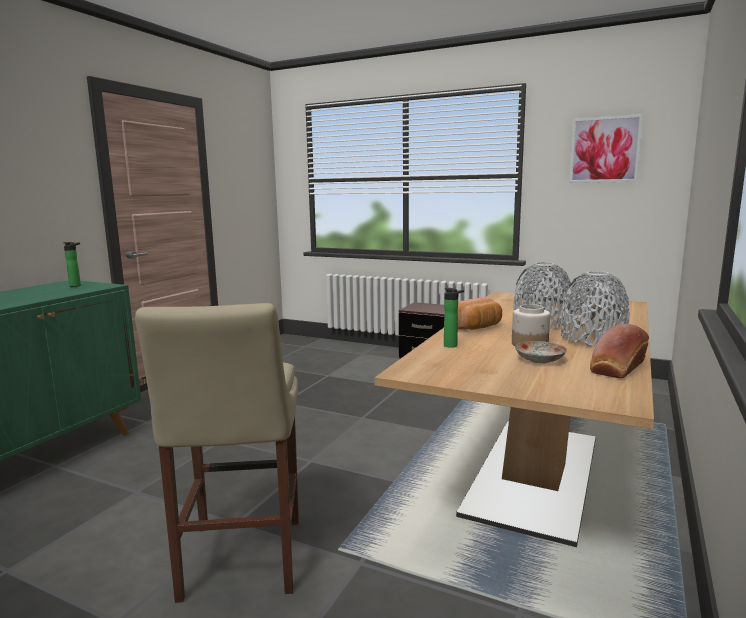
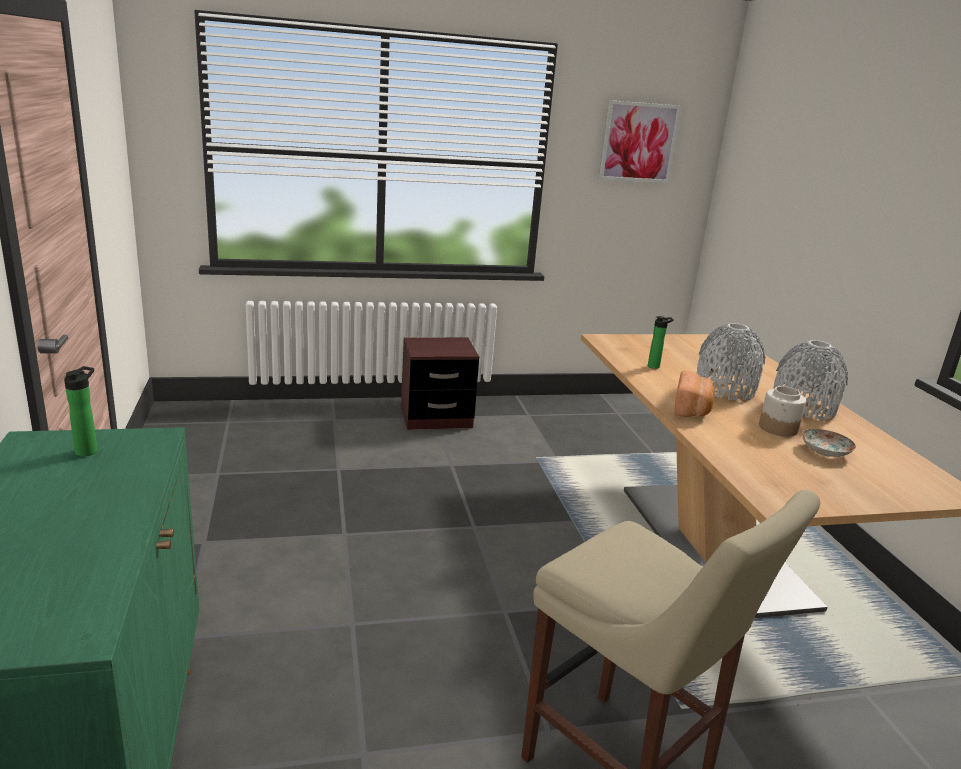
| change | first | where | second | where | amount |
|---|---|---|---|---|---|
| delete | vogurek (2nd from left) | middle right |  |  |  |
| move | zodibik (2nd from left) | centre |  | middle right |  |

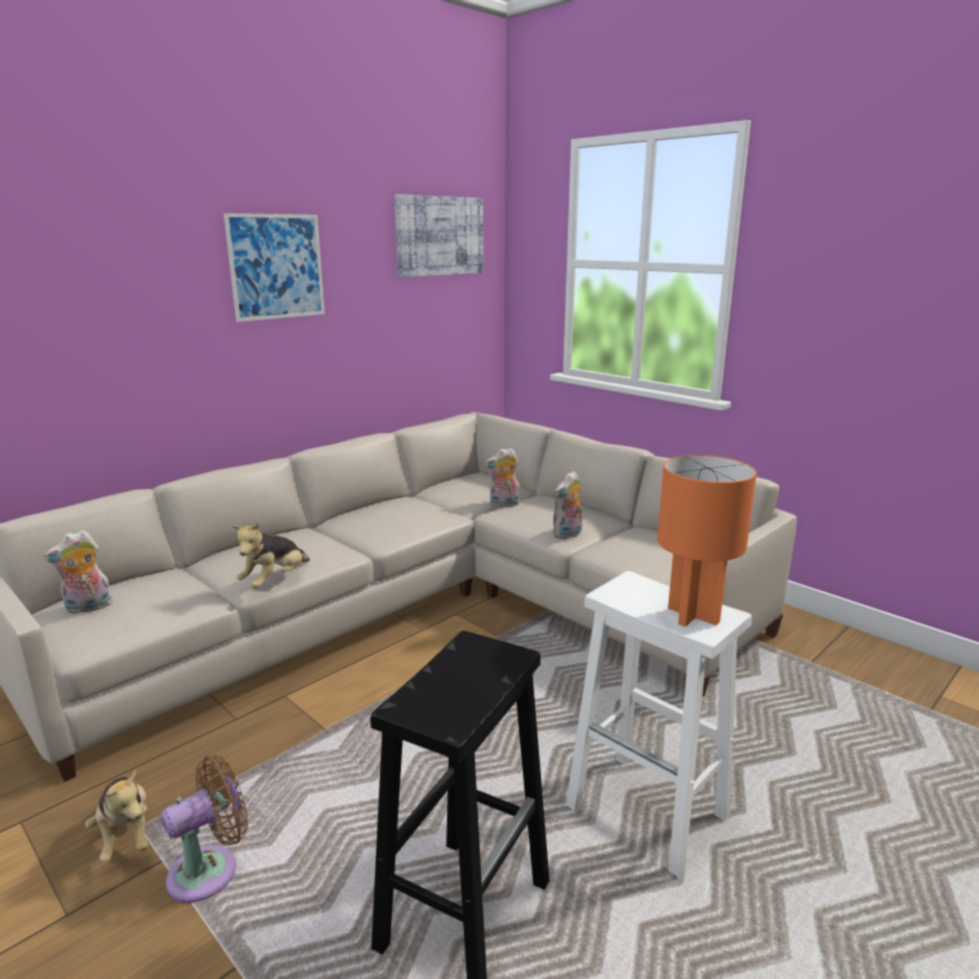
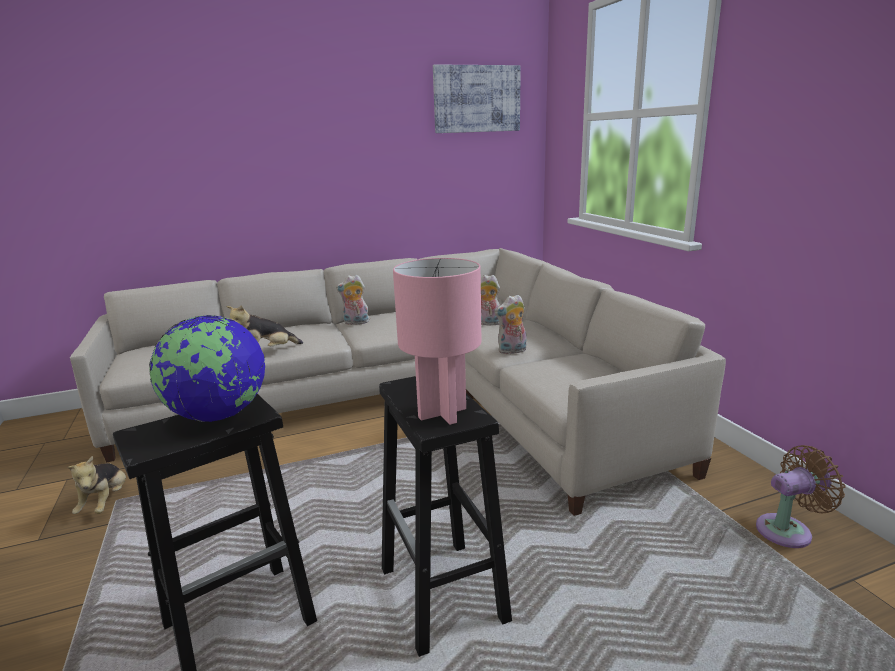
| change | first | where | second | where | amount |
|---|---|---|---|---|---|
| delete | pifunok (1st from left) | top left |  |  |  |
| insert |  |  | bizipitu | middle left |  |
| move | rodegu (1st from left in the first image) | middle left | rodegu (3rd from left) | centre |  |
| move | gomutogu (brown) | bottom left |  | bottom right |  |
| recolor | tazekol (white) | bottom right | tazekol (black) (2nd from left) | bottom centre |  |
| recolor | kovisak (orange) | middle right | kovisak (pink) | centre |  |

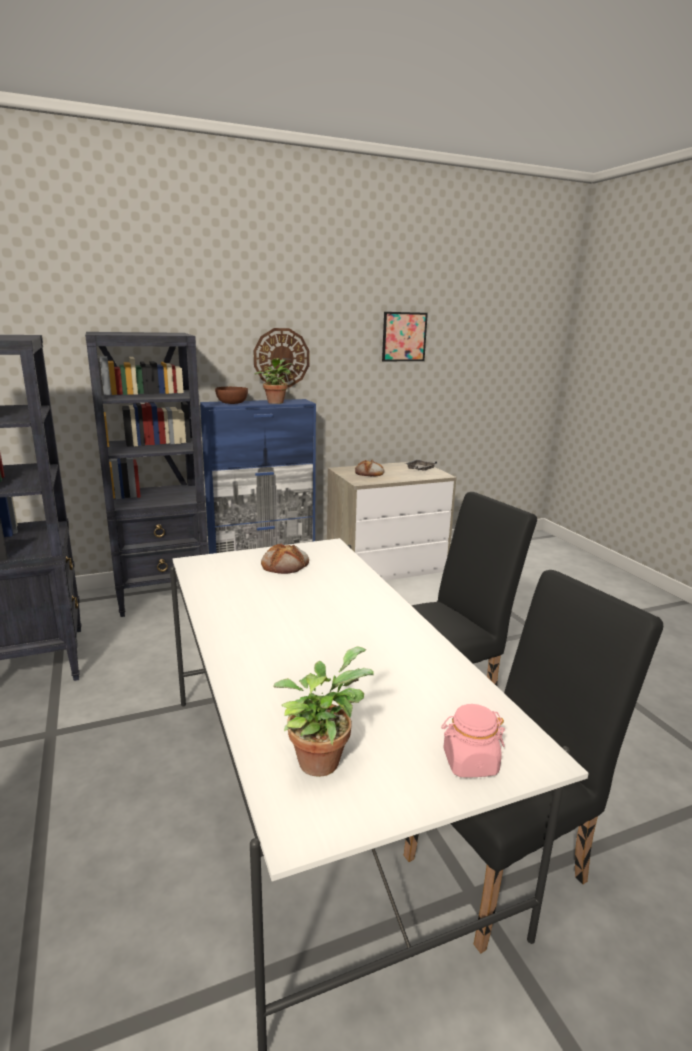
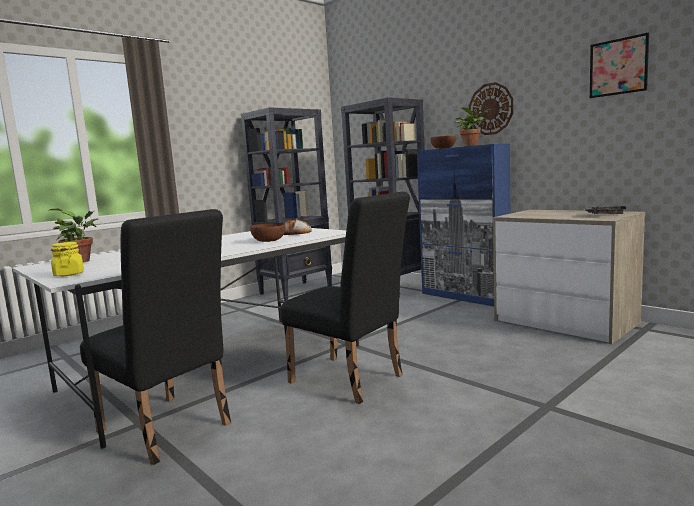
| change | first | where | second | where | amount |
|---|---|---|---|---|---|
| delete | vogurek (2nd from left) | centre |  |  |  |
| insert |  |  | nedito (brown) (1st from left) | centre |  |
| recolor | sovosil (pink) | bottom right | sovosil (yellow) | middle left |  |

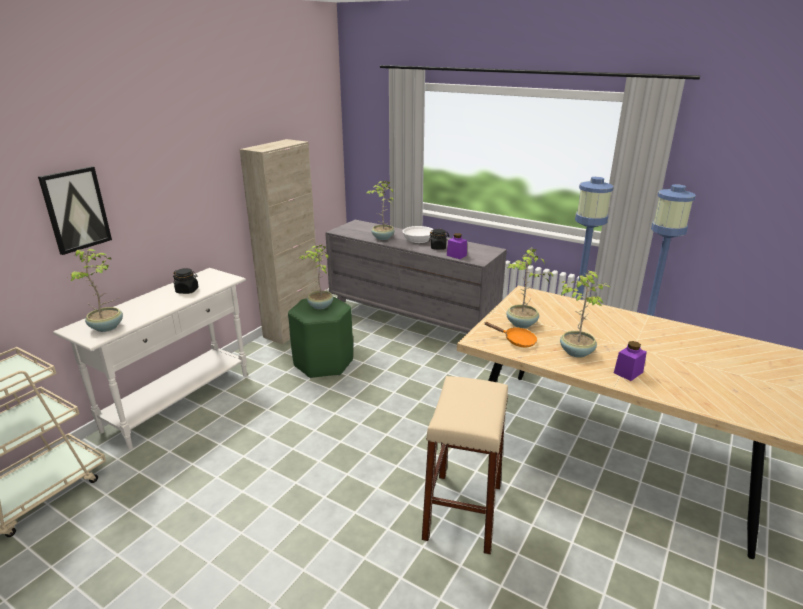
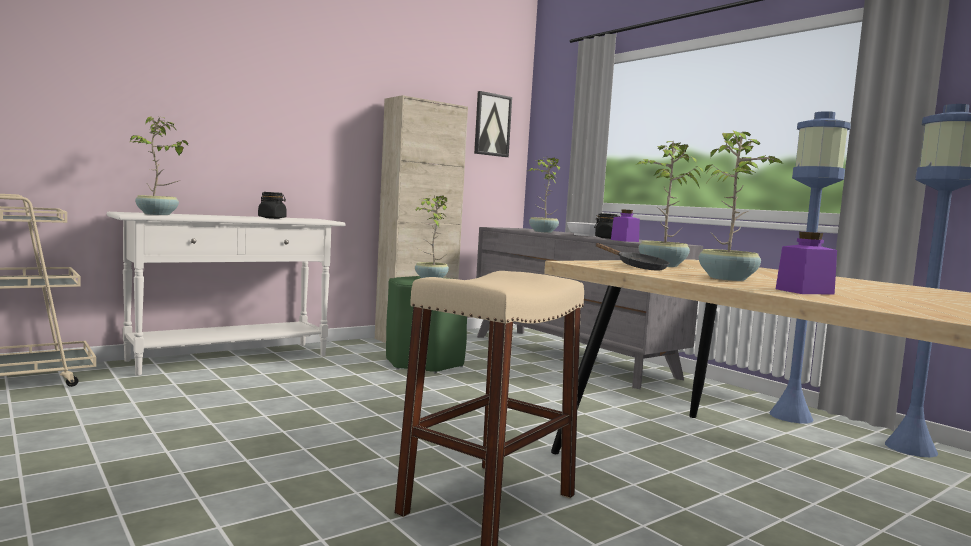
| change | first | where | second | where | amount |
|---|---|---|---|---|---|
| move | pifunok | middle left |  | top centre |  |
| recolor | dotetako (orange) | centre | dotetako (black) | centre |  |

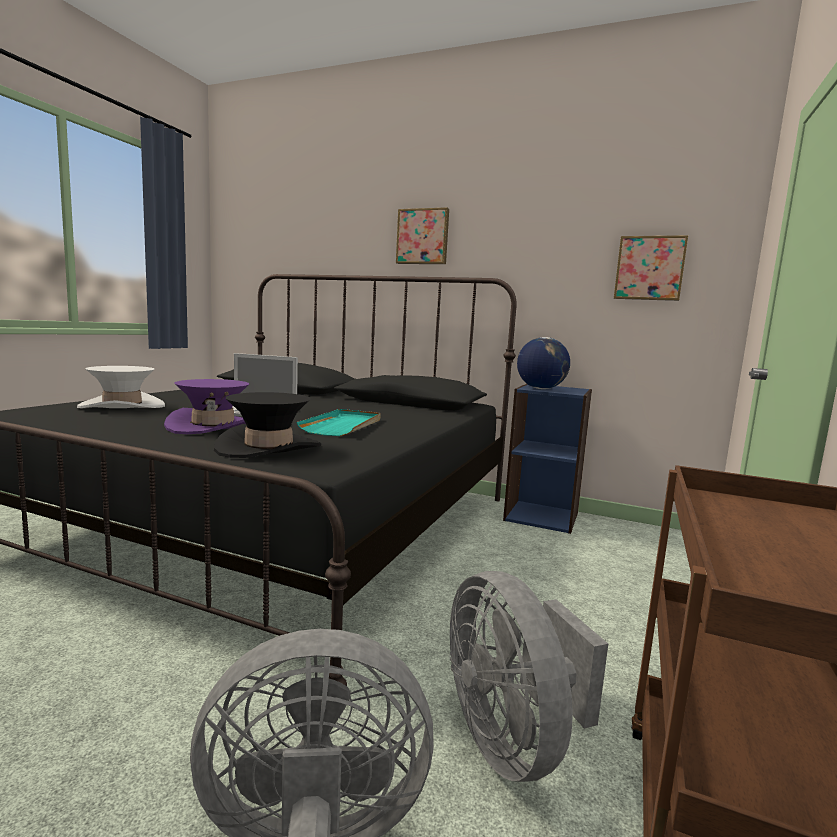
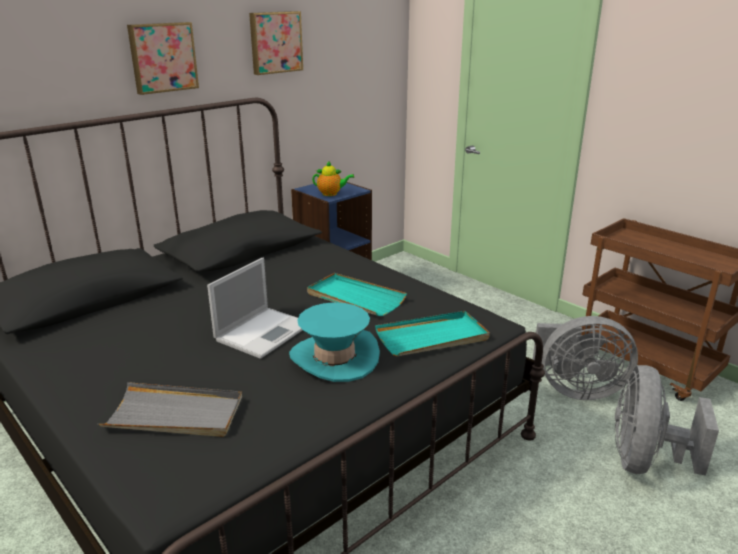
| change | first | where | second | where | amount |
|---|---|---|---|---|---|
| move | pifunok (2nd from left) | top right |  | top centre |  |
| replace | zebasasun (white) | middle left | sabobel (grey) | bottom left |  |
| replace | zebasasun (black) | middle left | sabobel (turquoise) (2nd from left) | centre |  |
| replace | bizipitu | centre | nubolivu | top centre |  |
| recolor | zebasasun (purple) | middle left | zebasasun (turquoise) | centre |  |

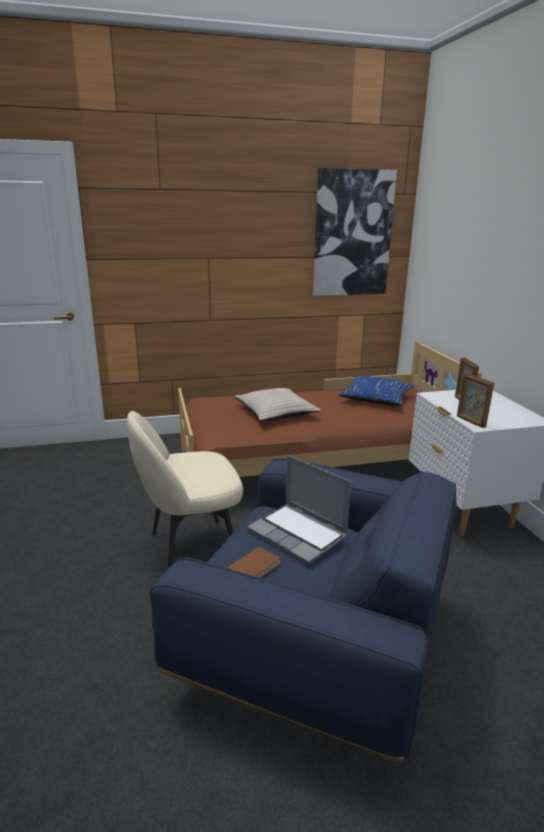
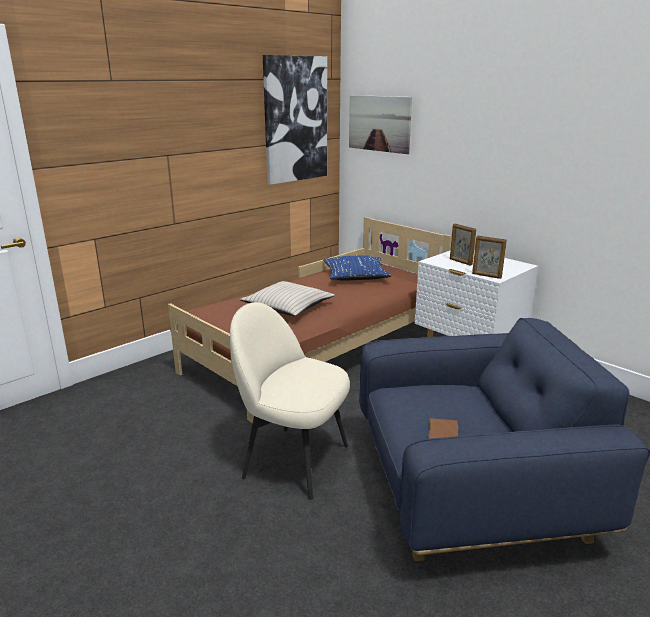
| change | first | where | second | where | amount |
|---|---|---|---|---|---|
| delete | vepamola | centre |  |  |  |
| insert |  |  | pifunok (2nd from left) | top centre |  |
| rotate | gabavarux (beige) | centre |  | centre | 75 degrees clockwise |

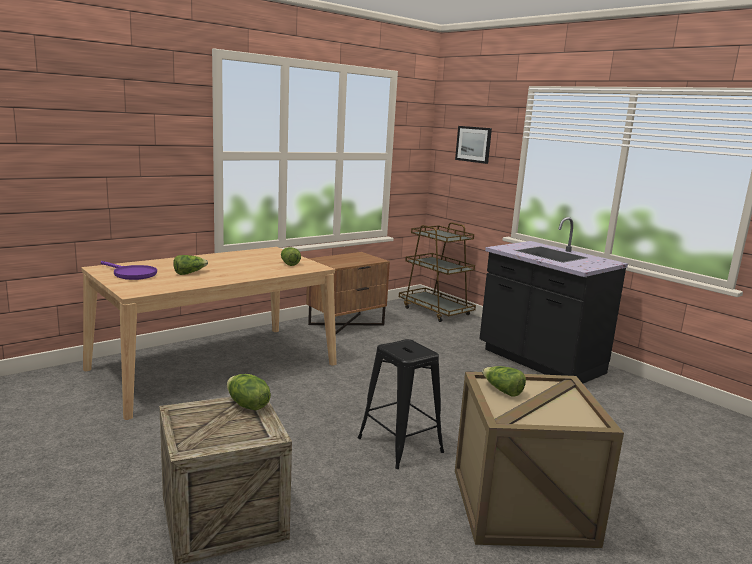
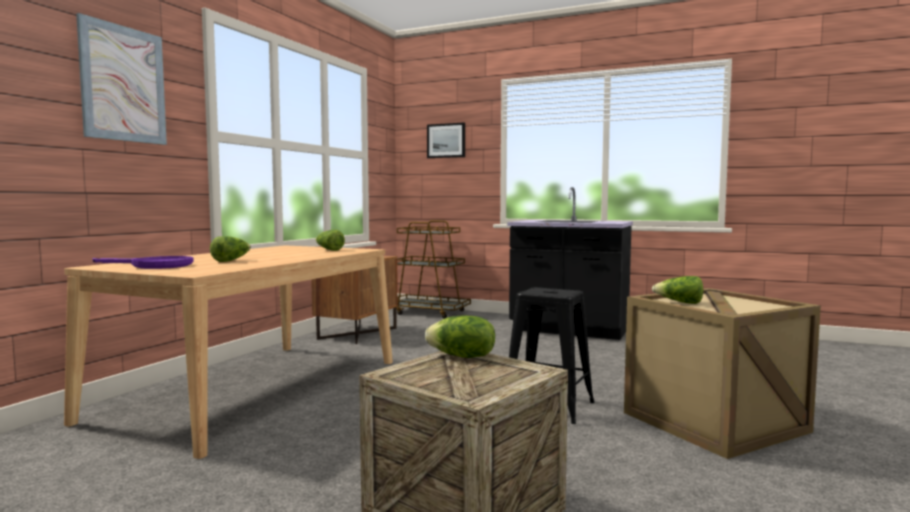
| change | first | where | second | where | amount |
|---|---|---|---|---|---|
| insert |  |  | pifunok (1st from left) | top left |  |

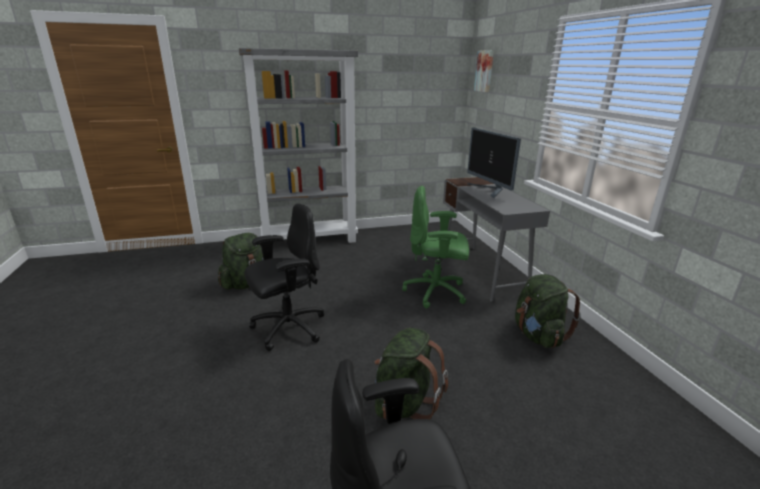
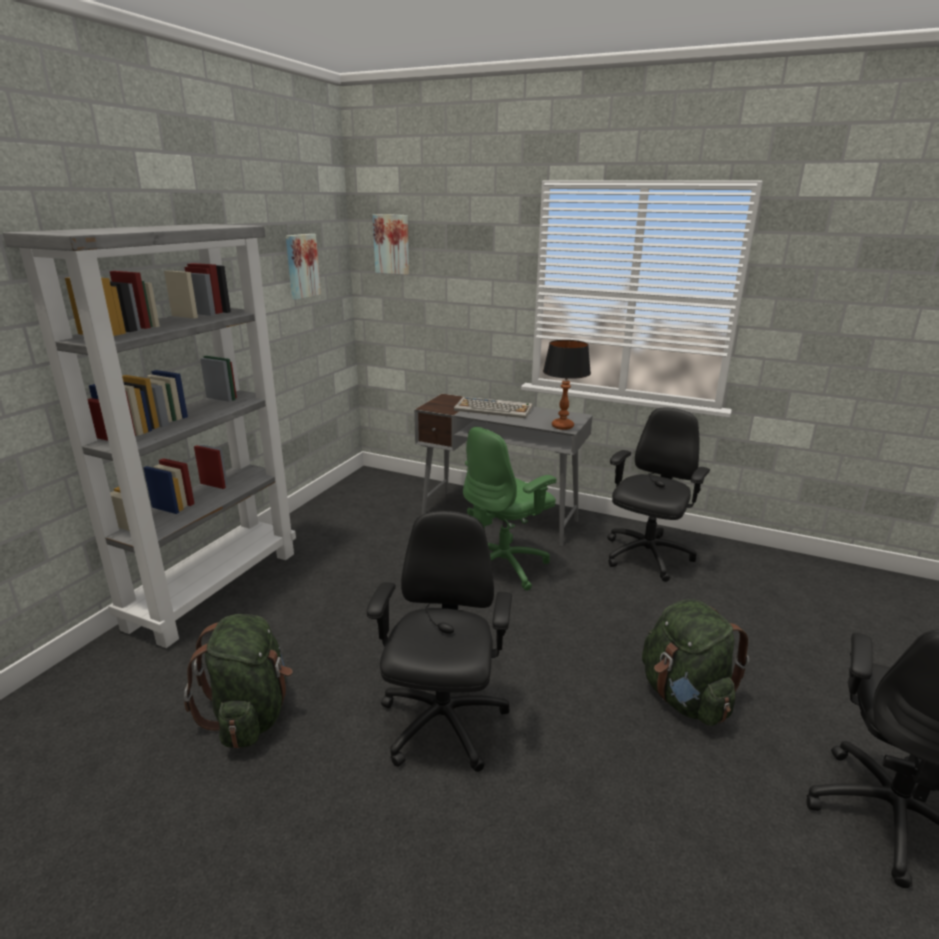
| change | first | where | second | where | amount |
|---|---|---|---|---|---|
| insert |  |  | pifunok (1st from left) | top left |  |
| insert |  |  | kovisak | centre |  |
| replace | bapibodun | top centre | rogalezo | centre |  |
| replace | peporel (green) (3rd from left) | middle right | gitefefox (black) (2nd from left) | middle right |  |

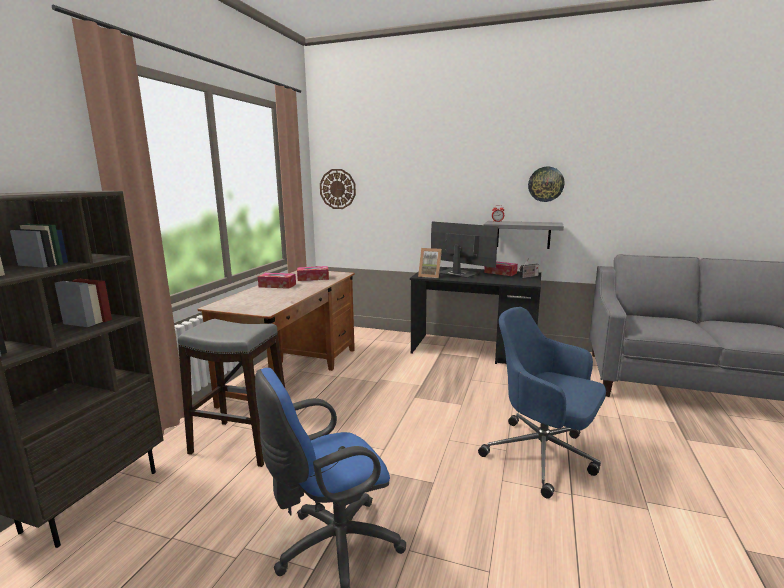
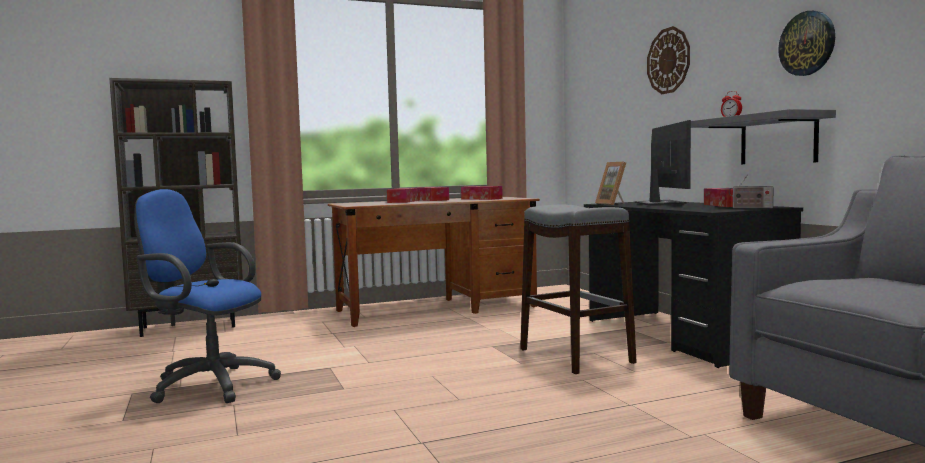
| change | first | where | second | where | amount |
|---|---|---|---|---|---|
| delete | gitefefox (blue) (2nd from left) | bottom right |  |  |  |
| insert |  |  | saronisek (1st from left) | centre |  |
| move | tazekol (grey) | bottom left |  | centre |  |
| move | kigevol (1st from left) | top centre |  | top right |  |

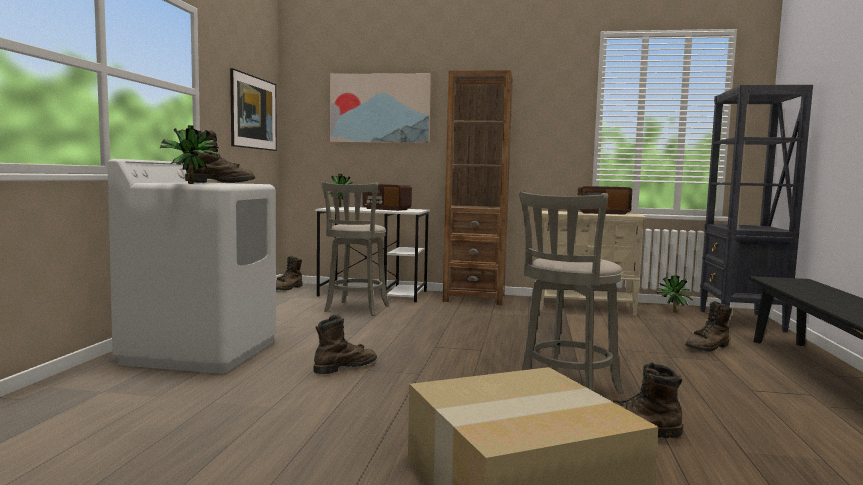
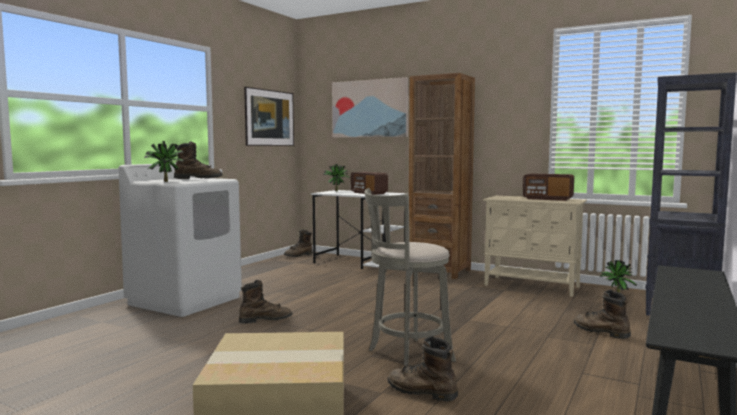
| change | first | where | second | where | amount |
|---|---|---|---|---|---|
| delete | tazekol (grey) (1st from left) | centre |  |  |  |
| rotate | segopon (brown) (5th from left) | bottom right |  | bottom right | 60 degrees clockwise |

